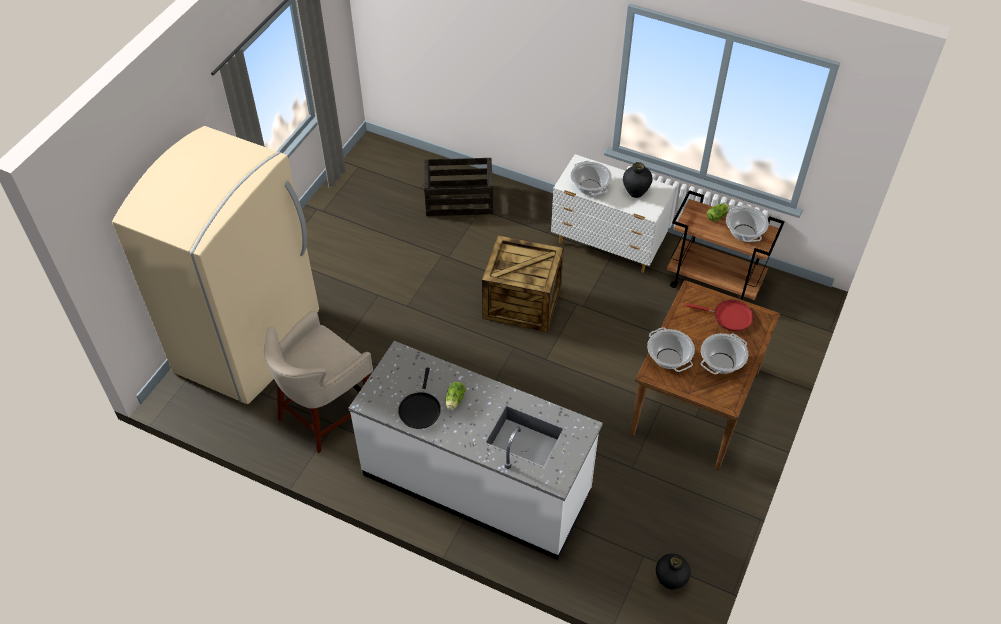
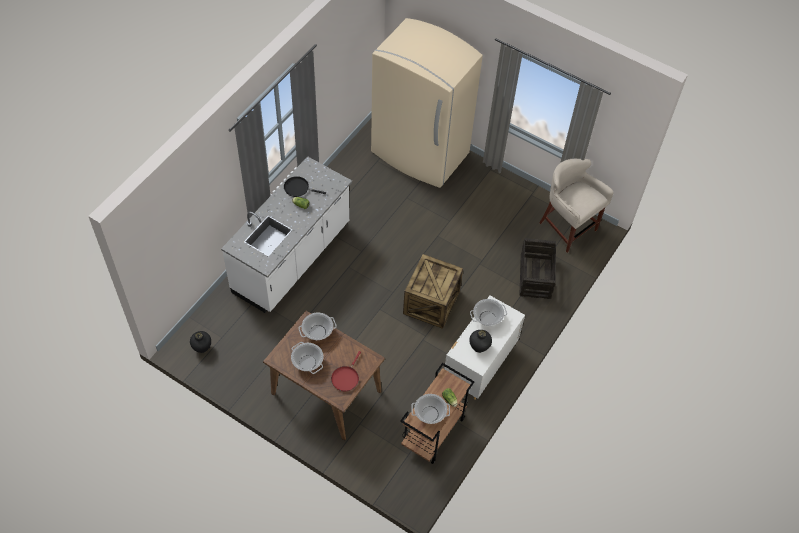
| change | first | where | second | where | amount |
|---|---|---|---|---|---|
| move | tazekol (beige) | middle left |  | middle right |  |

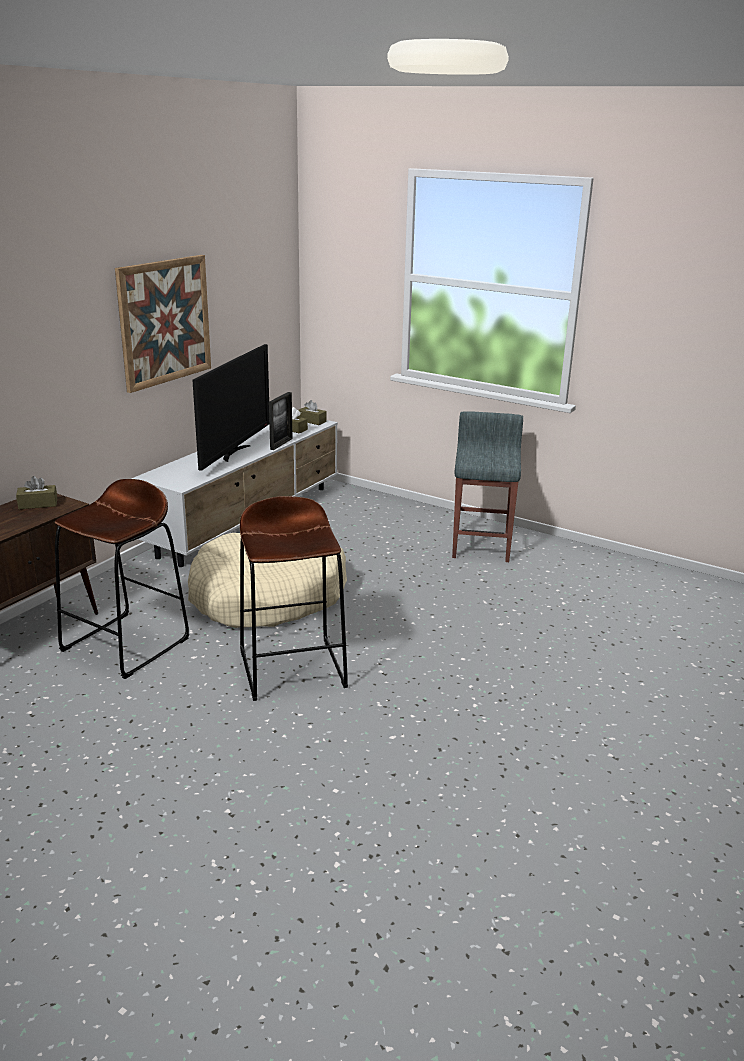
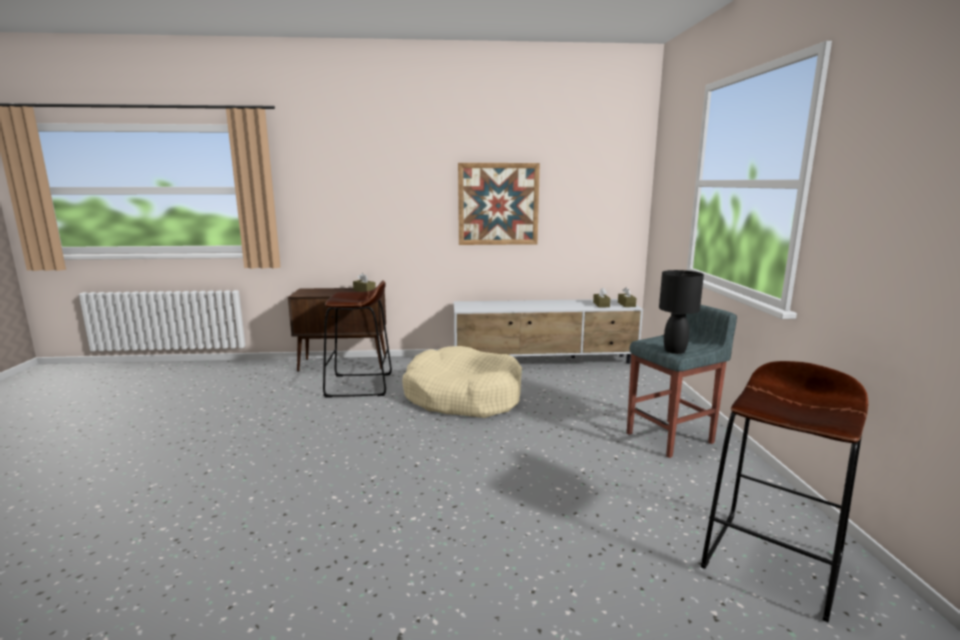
| change | first | where | second | where | amount |
|---|---|---|---|---|---|
| delete | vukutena | middle left |  |  |  |
| delete | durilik | centre |  |  |  |
| insert |  |  | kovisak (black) | middle right |  |
| move | tazekol (brown) (2nd from left) | centre |  | bottom right |  |

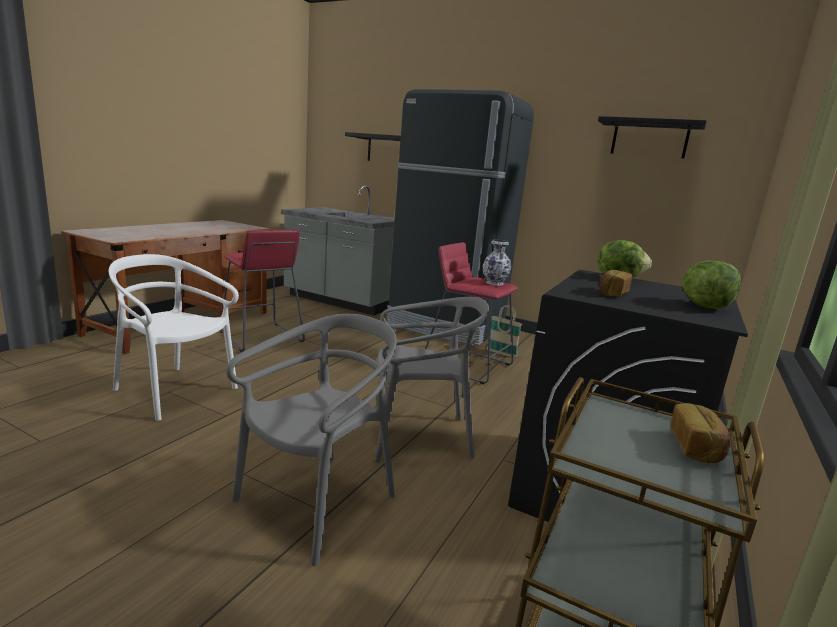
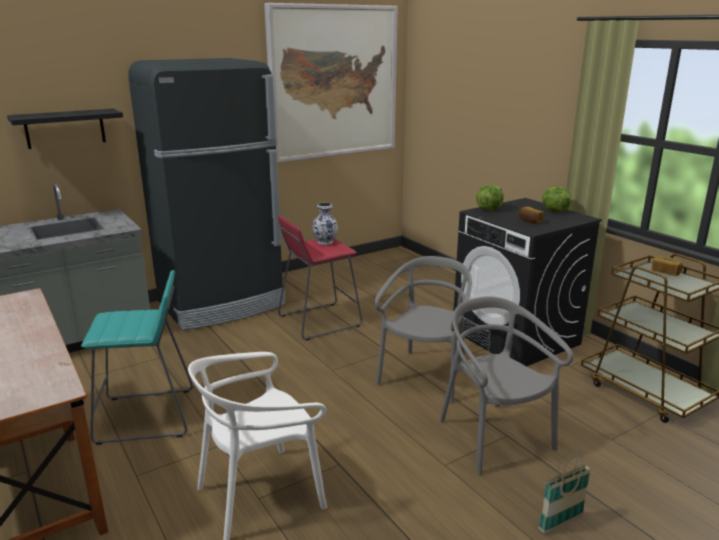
| change | first | where | second | where | amount |
|---|---|---|---|---|---|
| move | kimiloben | centre |  | bottom right |  |
| replace | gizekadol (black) (2nd from left) | top right | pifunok | top centre |  |
| recolor | tazekol (red) (1st from left) | middle left | tazekol (turquoise) | middle left |  |

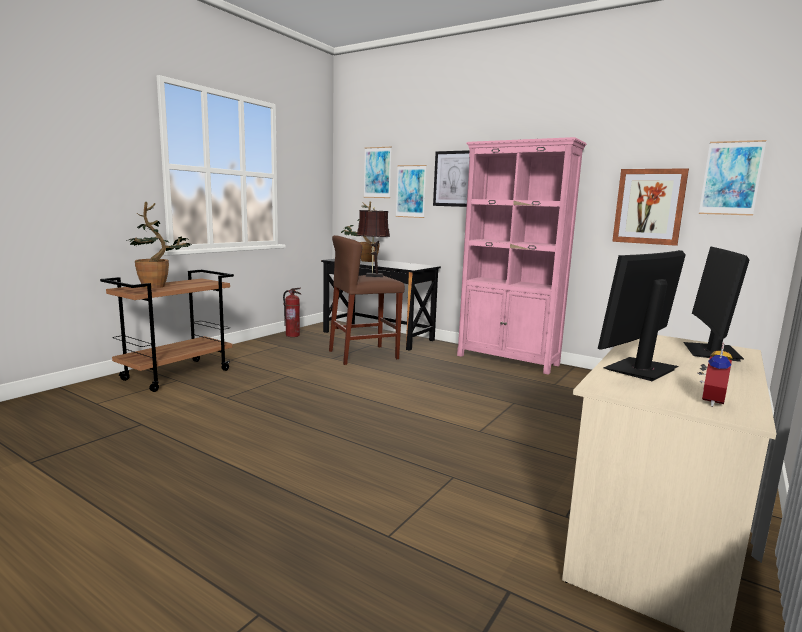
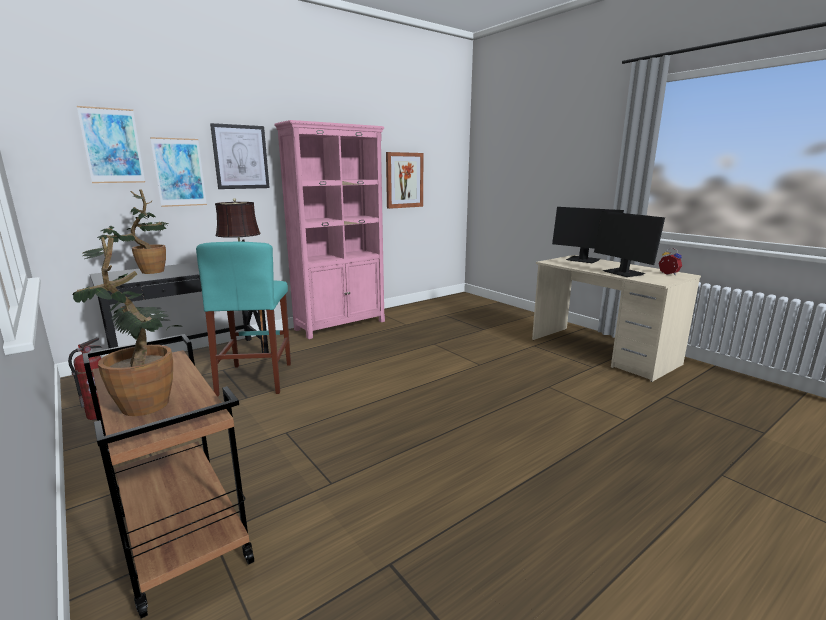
| change | first | where | second | where | amount |
|---|---|---|---|---|---|
| delete | pifunok (5th from left) | top right |  |  |  |
| recolor | tazekol (brown) | centre | tazekol (turquoise) | middle left |  |

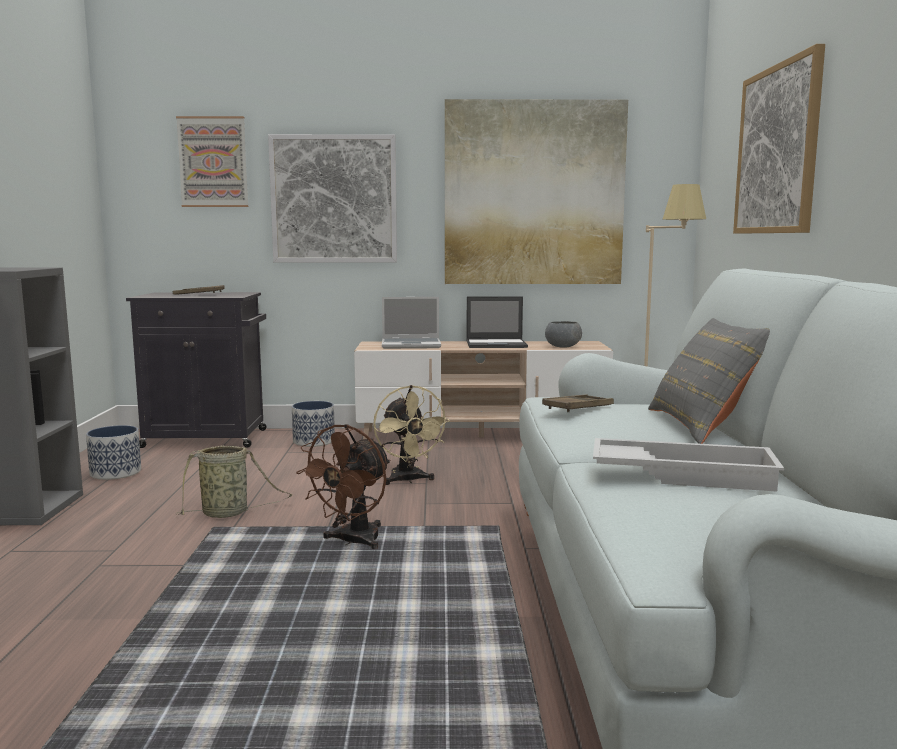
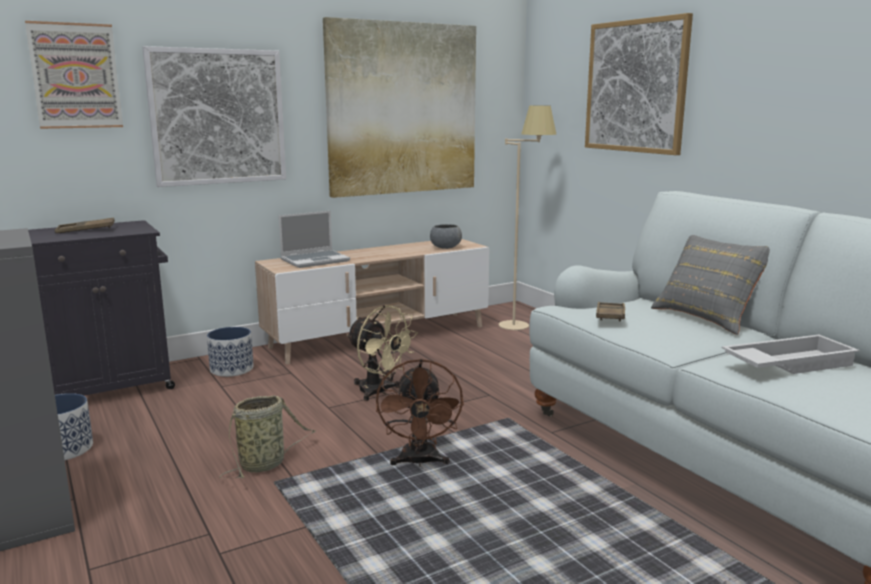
| change | first | where | second | where | amount |
|---|---|---|---|---|---|
| delete | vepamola (2nd from left) | centre |  |  |  |

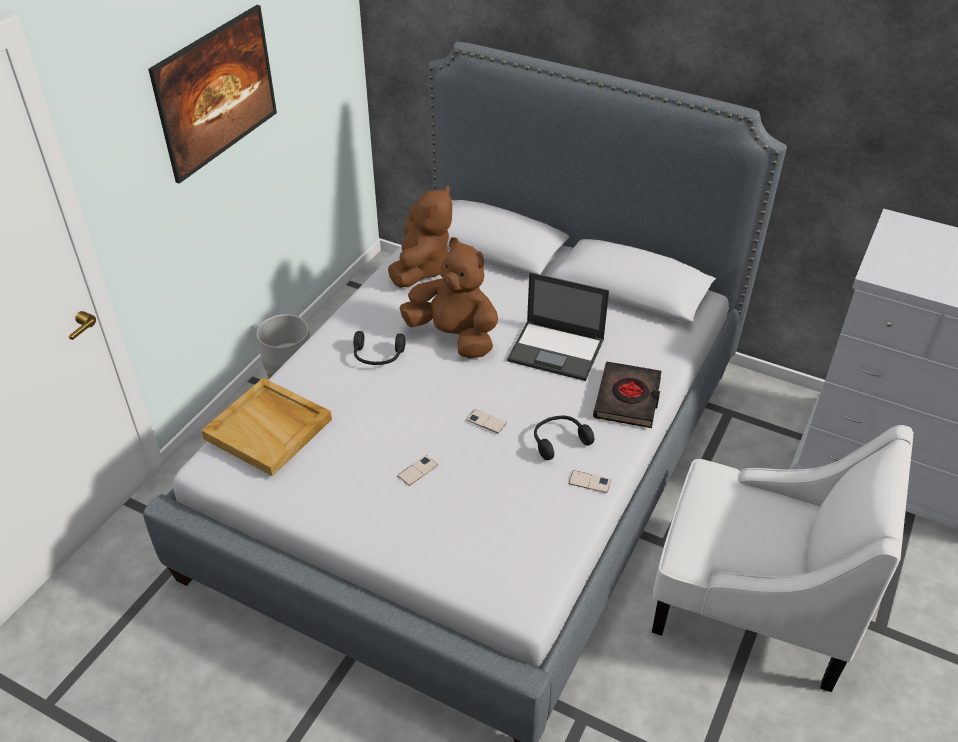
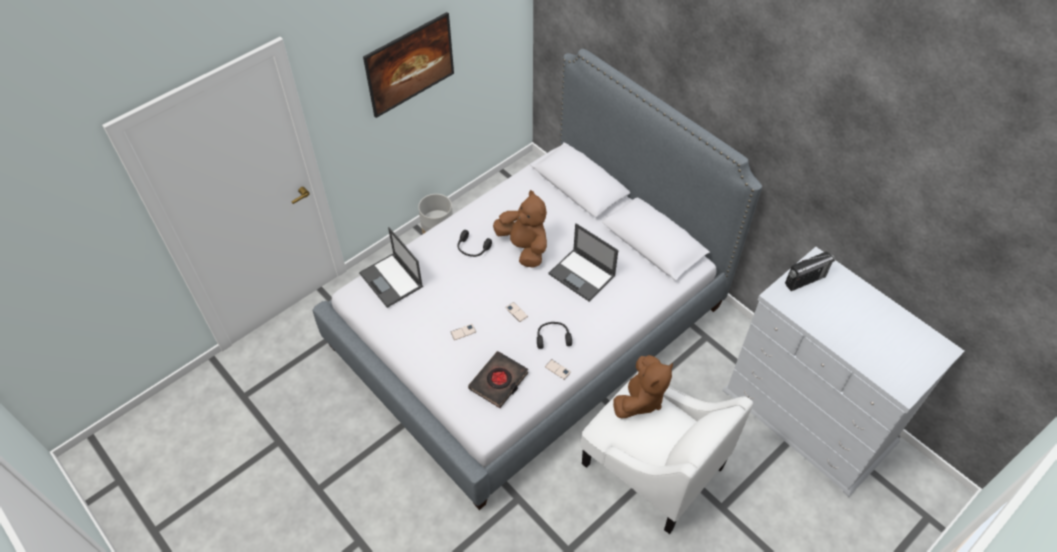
| change | first | where | second | where | amount |
|---|---|---|---|---|---|
| insert |  |  | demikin | middle right |  |
| move | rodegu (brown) (1st from left in the first image) | top centre | rodegu (brown) (2nd from left) | bottom centre |  |
| move | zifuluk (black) | centre |  | bottom centre |  |
| replace | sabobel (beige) | middle left | vepamola (1st from left) | centre |  |

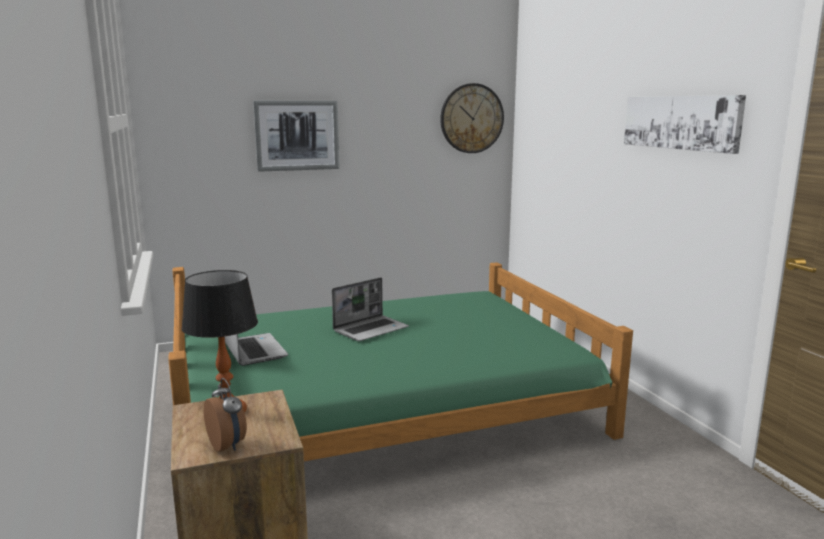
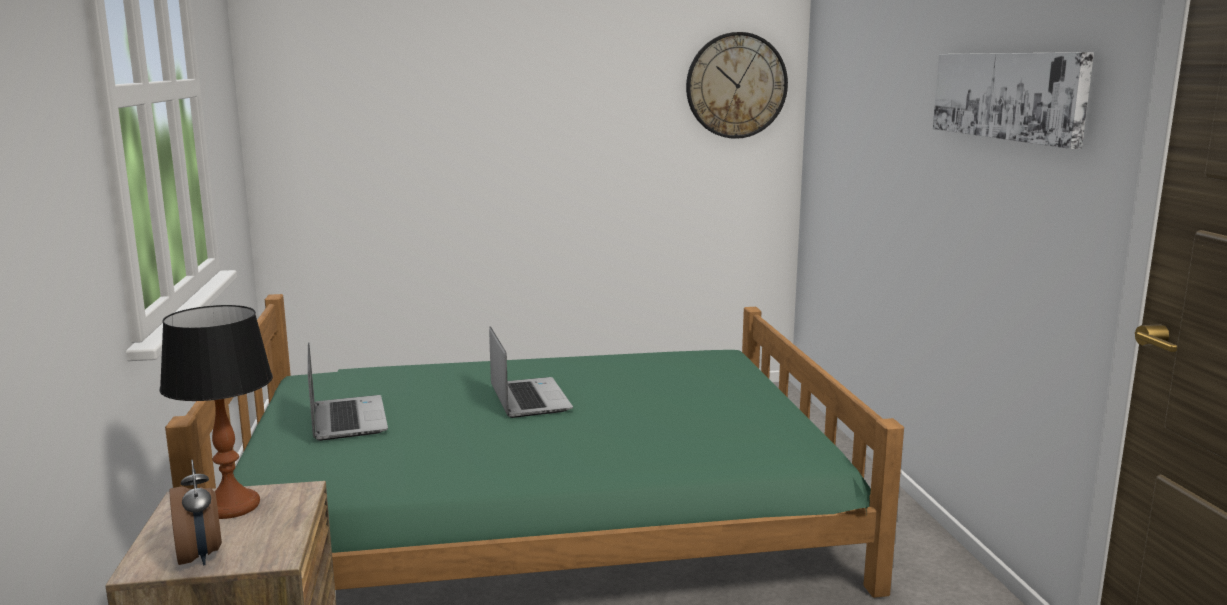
| change | first | where | second | where | amount |
|---|---|---|---|---|---|
| delete | pifunok (1st from left) | top centre |  |  |  |
| rotate | vepamola (2nd from left) | centre |  | centre | 75 degrees counterclockwise |

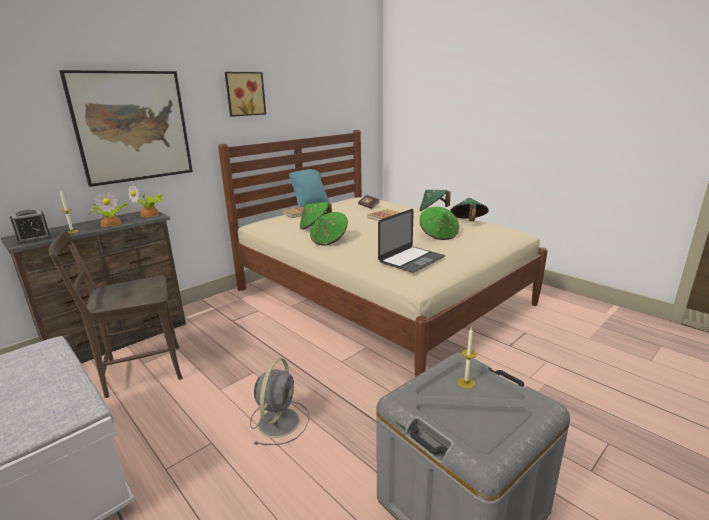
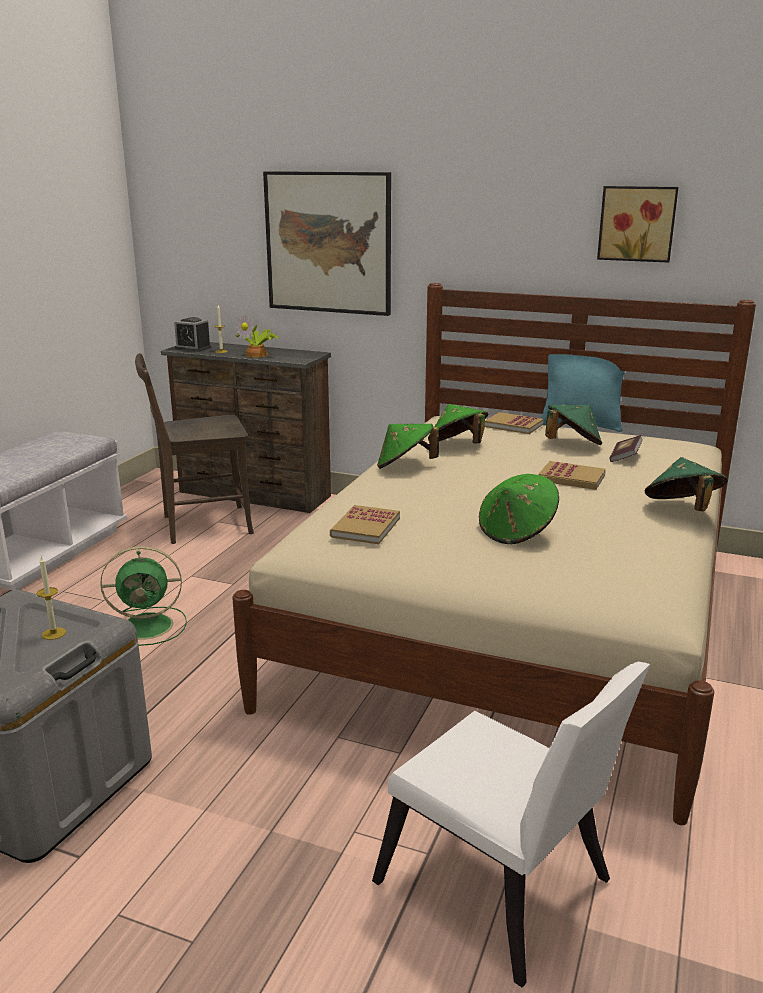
| change | first | where | second | where | amount |
|---|---|---|---|---|---|
| delete | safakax (2nd from left) | middle left |  |  |  |
| insert |  |  | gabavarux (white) | bottom right |  |
| move | pifunok (2nd from left) | top centre |  | top right |  |
| move | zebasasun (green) (5th from left in the first image) | centre | zebasasun (green) (4th from left) | middle right |  |
| replace | vepamola | centre | zifuluk (1st from left) | centre |  |
| recolor | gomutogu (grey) | bottom centre | gomutogu (green) | middle left |  |
| rotate | gabavarux (brown) | middle left |  | middle left | 60 degrees counterclockwise |

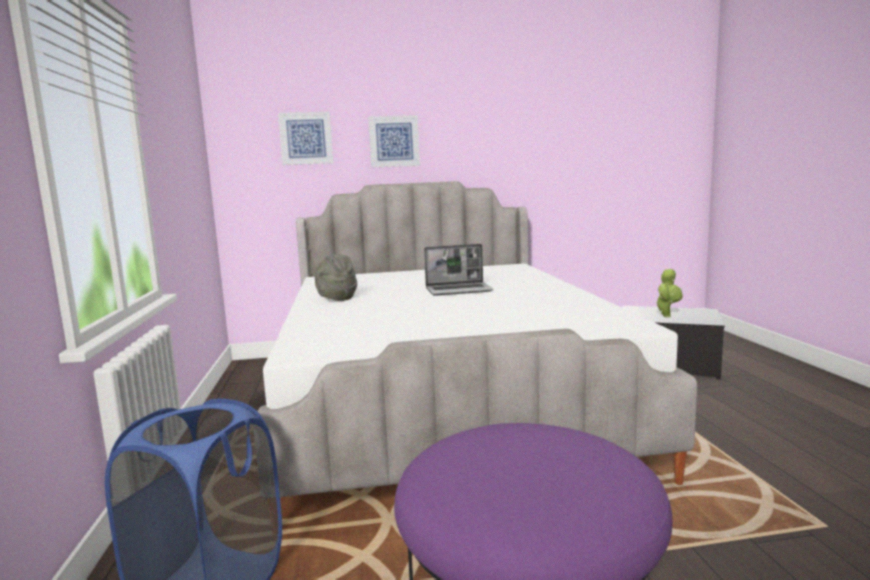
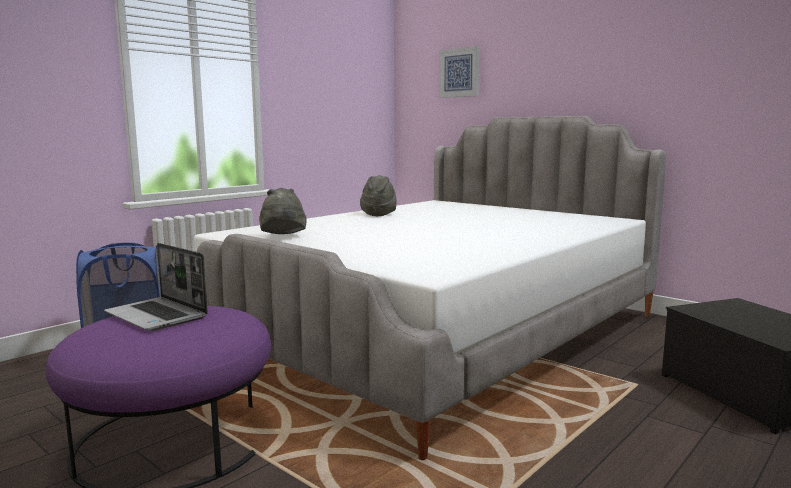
| change | first | where | second | where | amount |
|---|---|---|---|---|---|
| delete | pifunok (2nd from left) | top centre |  |  |  |
| delete | safakax | middle right |  |  |  |
| insert |  |  | zebasasun (grey) (1st from left) | centre |  |
| move | vepamola | centre |  | middle left |  |

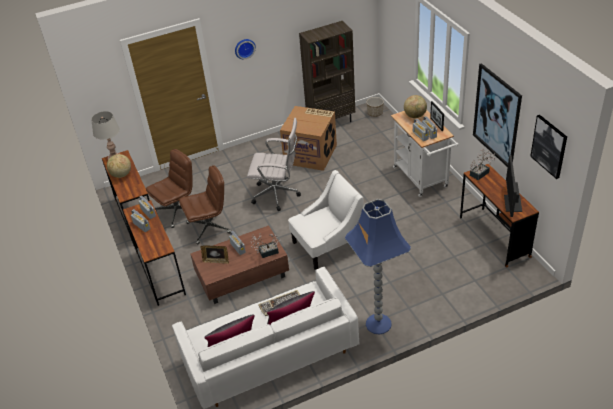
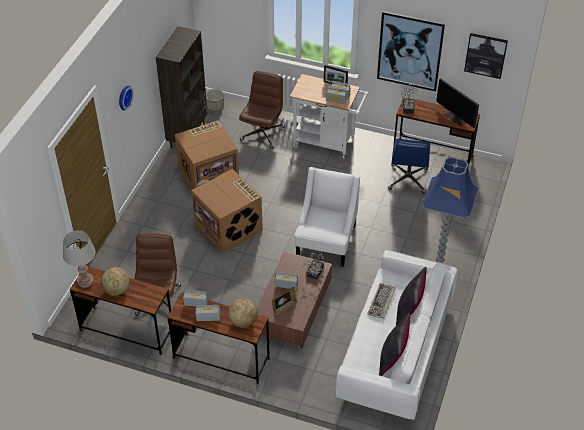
| change | first | where | second | where | amount |
|---|---|---|---|---|---|
| insert |  |  | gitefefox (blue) | middle right |  |
| move | gitefefox (brown) (2nd from left) | centre |  | top centre |  |
| move | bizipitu (2nd from left) | top right |  | bottom centre |  |
| replace | gitefefox (white) | centre | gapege (2nd from left) | centre |  |

